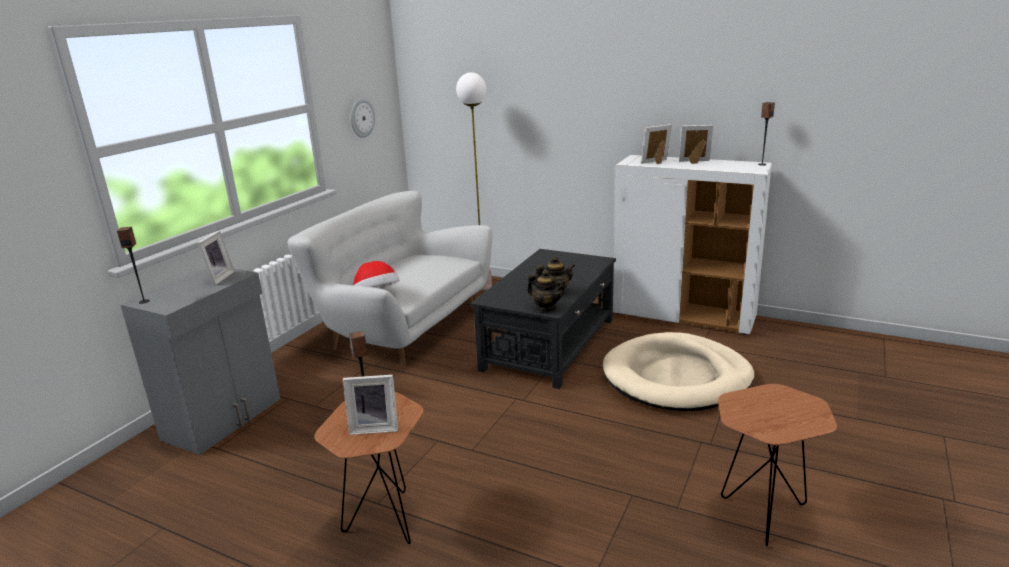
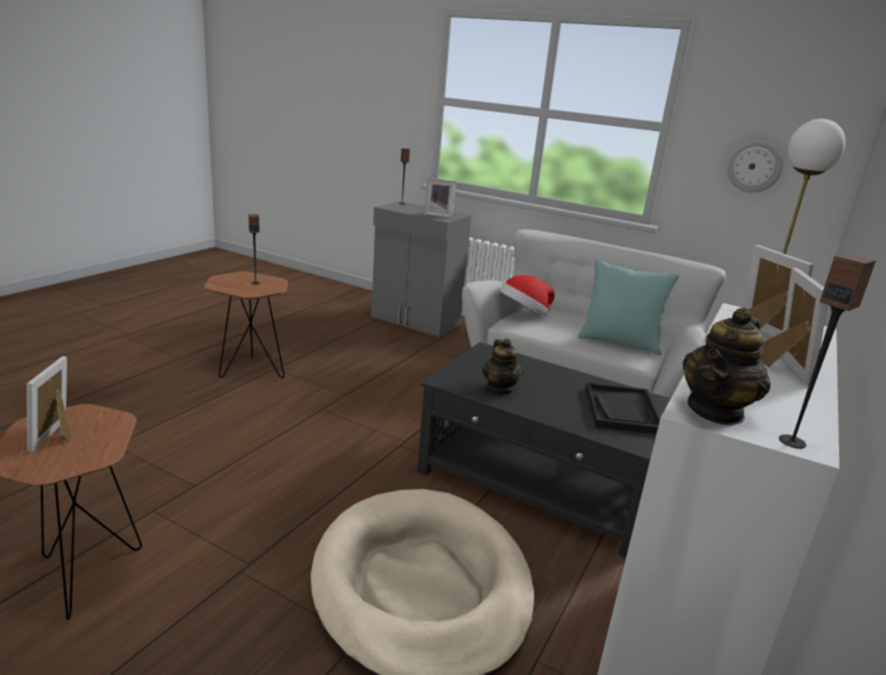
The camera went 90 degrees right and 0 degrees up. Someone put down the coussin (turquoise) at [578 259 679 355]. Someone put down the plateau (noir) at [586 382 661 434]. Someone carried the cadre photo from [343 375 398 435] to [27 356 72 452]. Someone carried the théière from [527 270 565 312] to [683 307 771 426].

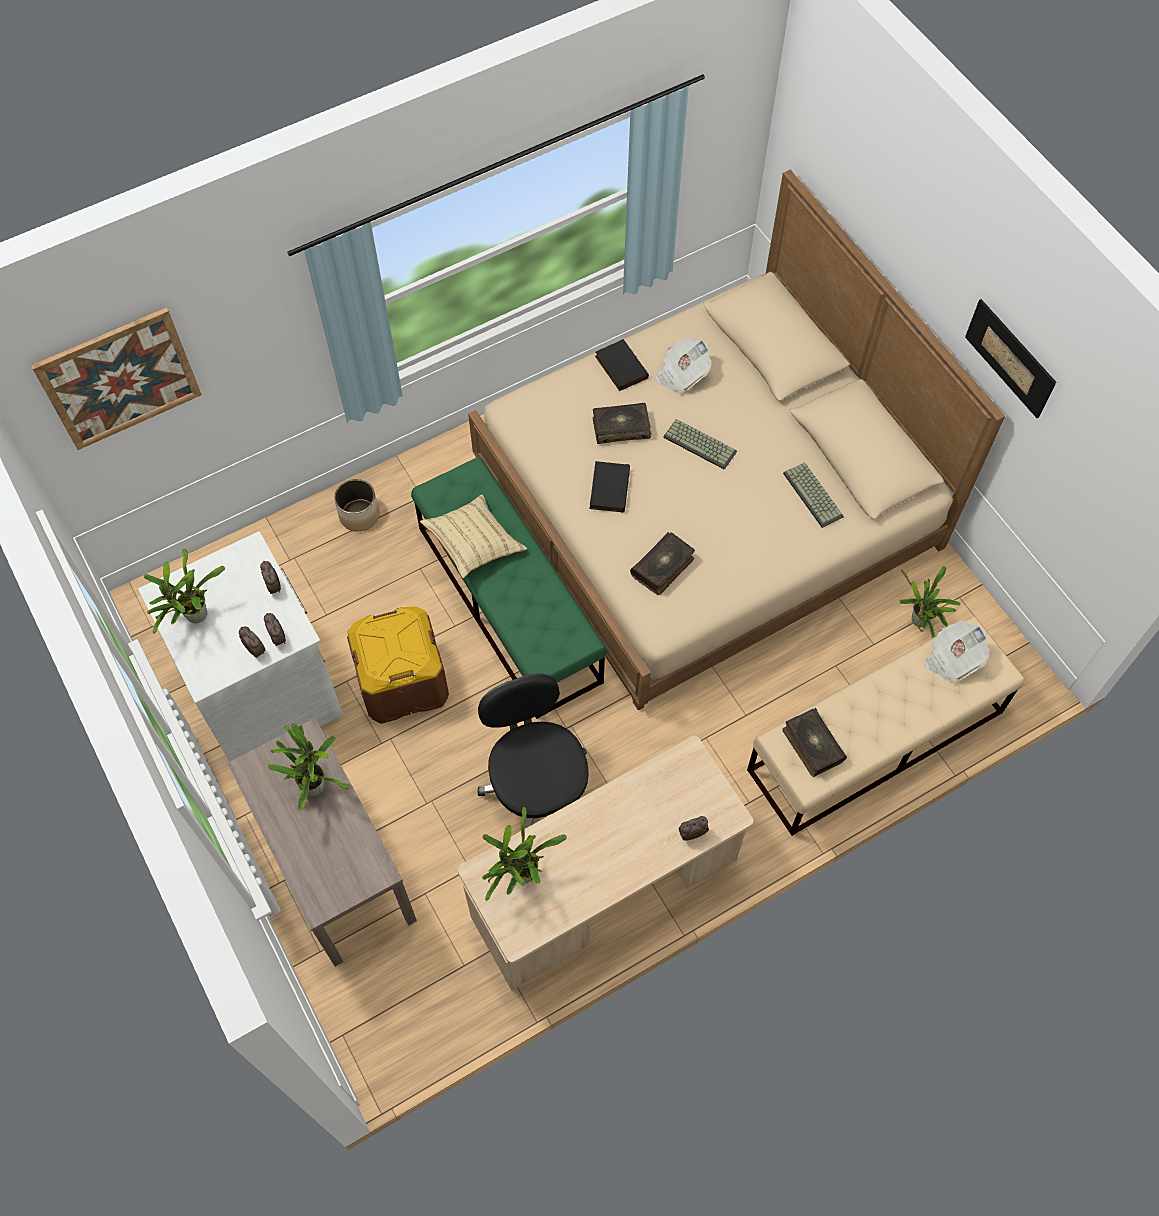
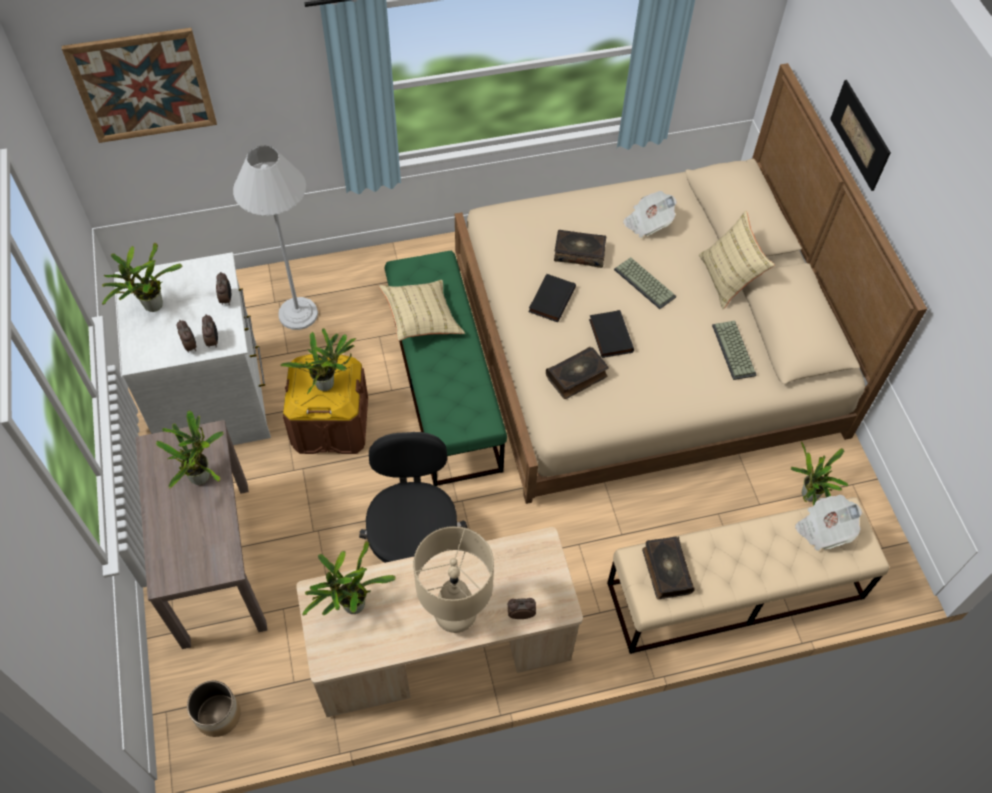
The camera went 15 degrees right and 5 degrees down. Someone put down the lampadaire (blanc) at [233 145 318 330]. Someone put down the plante en pot at [280 328 356 394]. Someone put down the lampe de table (beige) at [413 526 494 633]. Someone put down the coussin (beige) at [699 211 774 309]. Someone carried the cache-pot from [334 479 379 532] to [187 681 241 737]. Someone carried the livre (noir) from [595 339 649 391] to [589 310 634 358]. Someone carried the tableau from [965 299 1056 418] to [830 80 891 191].

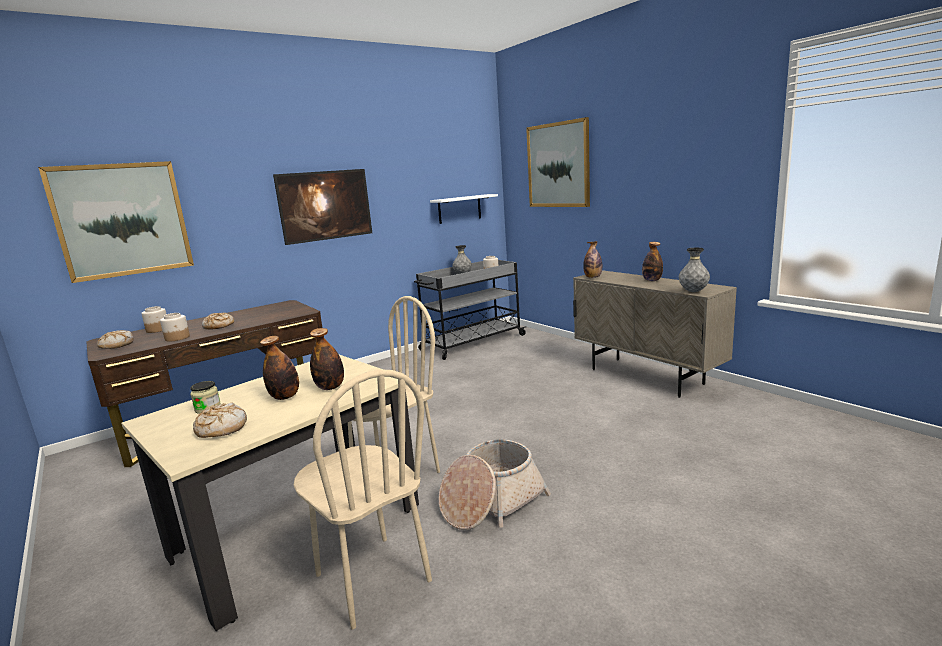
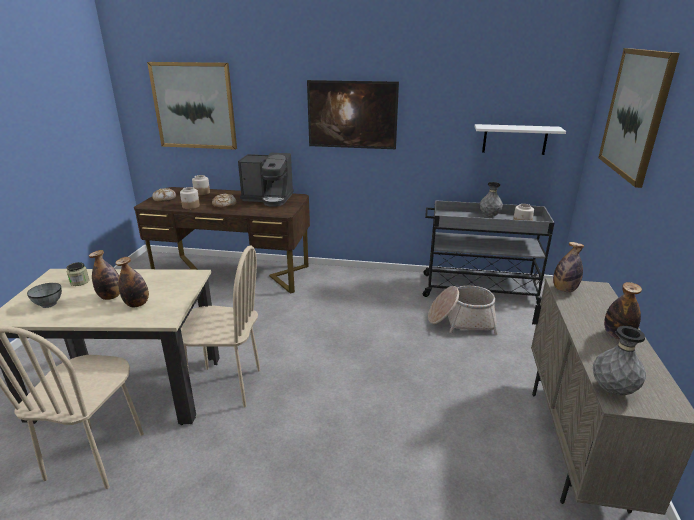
The camera went 45 degrees right and 10 degrees up. Someone put down the machine à café at [238 153 294 207]. Someone carried the panier from [438 439 551 530] to [428 286 498 335]. Someone swapped the pain at [193 402 247 438] for the bol (gris) at [27 283 62 308].

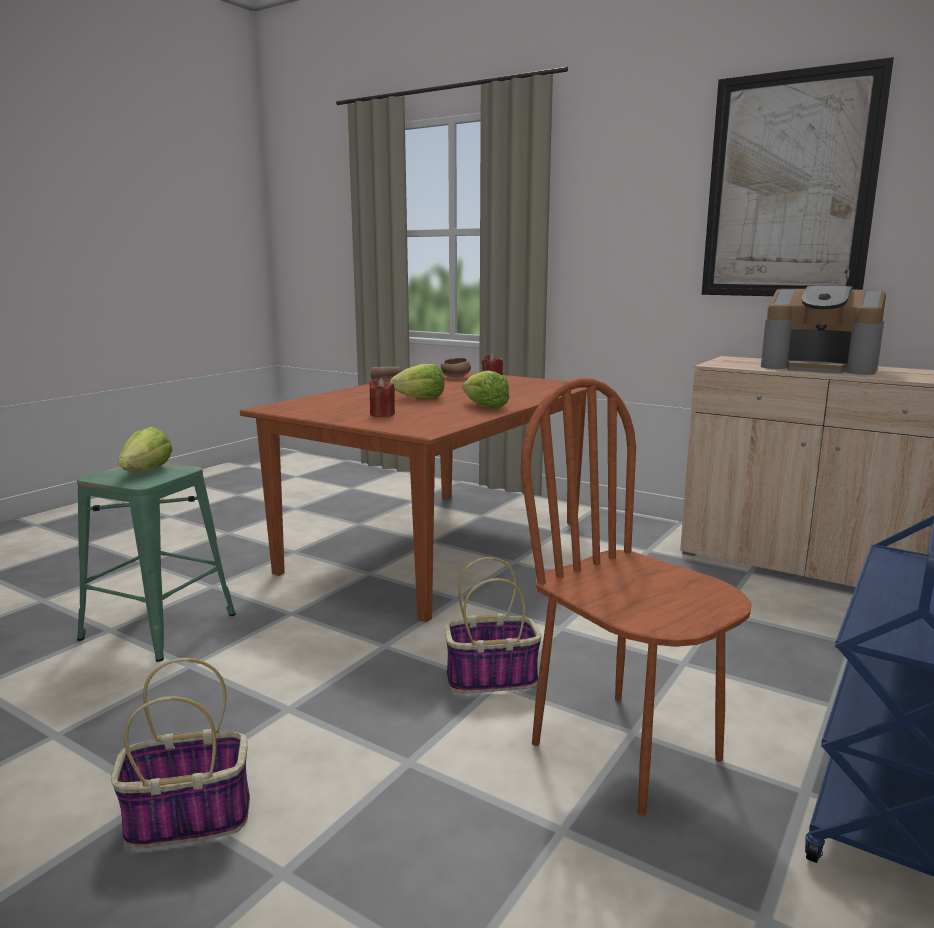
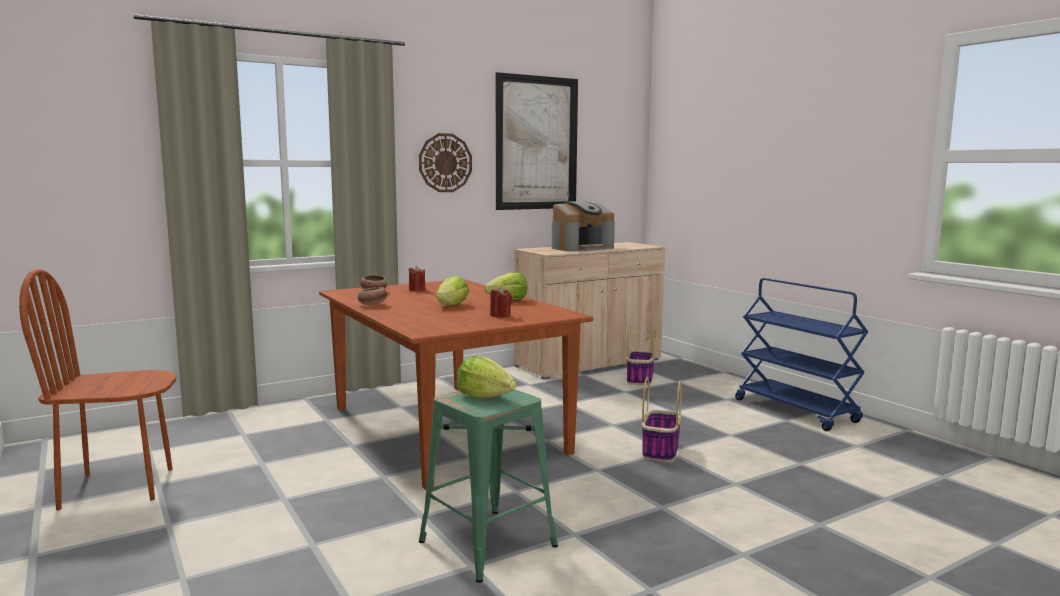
The camera went 65 degrees left and 5 degrees down. Someone put up the horloge murale at [419 133 472 192]. Someone carried the panier from [111 658 250 848] to [626 324 655 385]. Someone carried the chaise (marron) from [521 378 752 816] to [19 269 177 510].

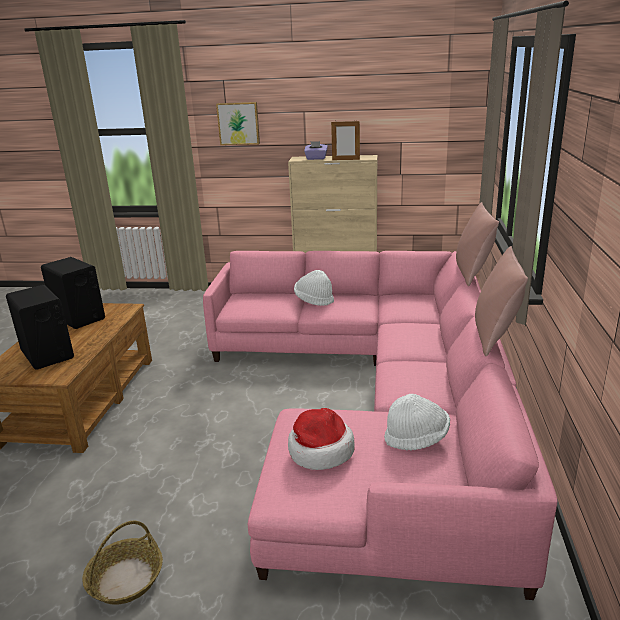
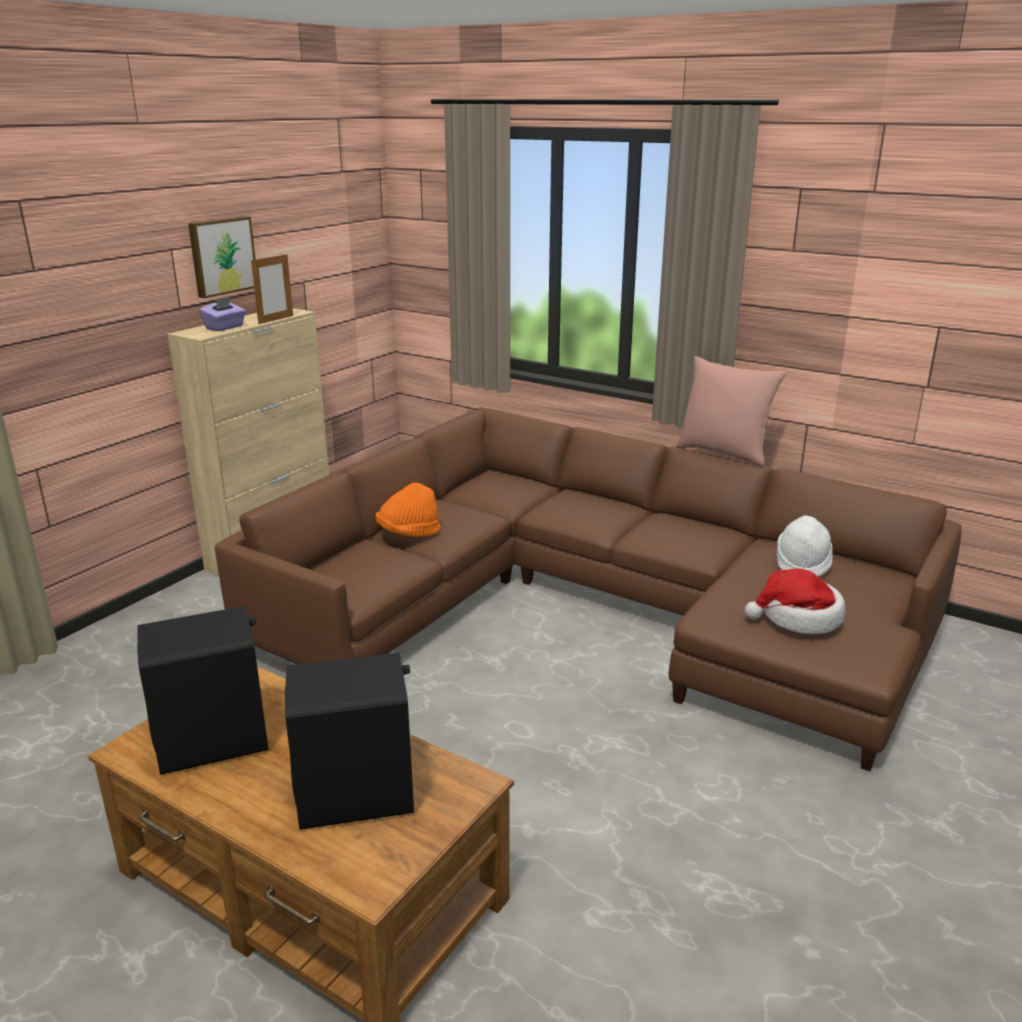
The camera went 65 degrees left and 0 degrees up. Someone took away the panier at [82 521 163 605]. Someone took away the coussin (rose) at [456 202 499 286]. Someone carried the tableau from [216 102 260 145] to [188 216 255 298]. Someone repainted the canapé (rose) at [203 251 558 600], which became the canapé (marron) at [215 407 962 771]. Someone repainted the chapeau (blanc) at [294 270 334 306], which became the chapeau (orange) at [376 483 441 537].

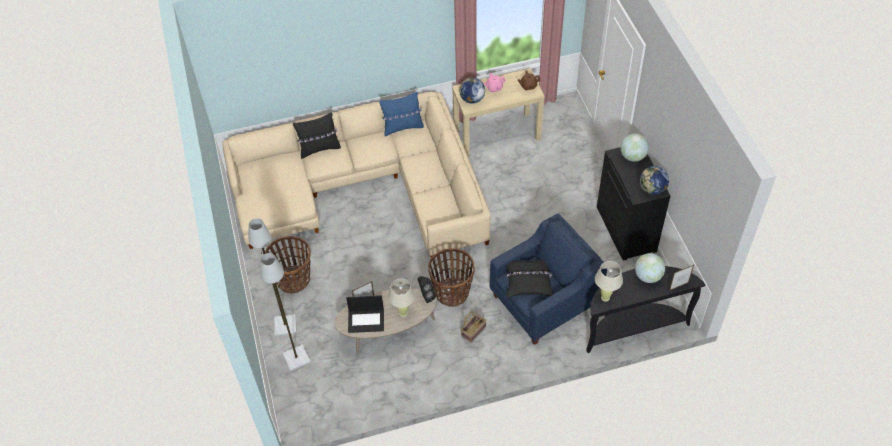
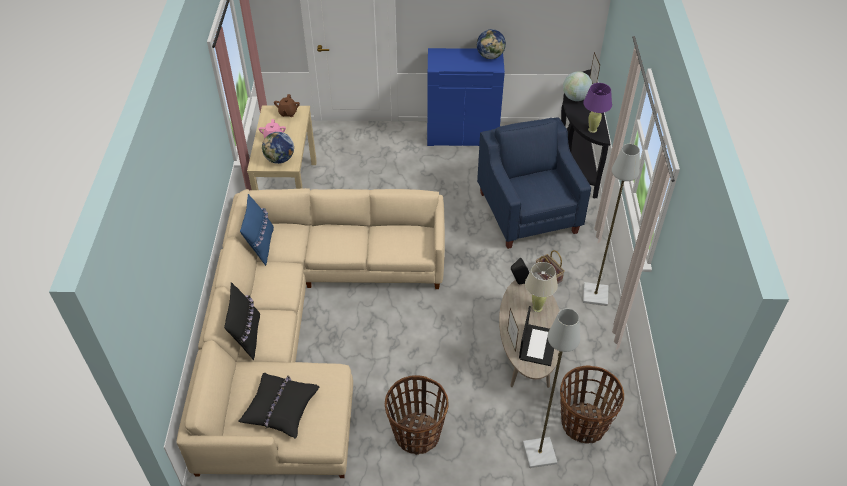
The camera went 75 degrees left and 5 degrees down. Someone took away the globe at [621 134 649 162]. Someone carried the lampadaire (gris) from [248 218 297 336] to [583 144 640 306]. Someone carried the panier from [428 248 475 307] to [560 366 624 443]. Someone carried the coussin (noir) from [506 259 553 297] to [239 373 320 439]. Someone repainted the lampe de table (beige) at [595 261 623 301], which became the lampe de table (violet) at [583 83 612 133]. Someone repainted the meuble de rangement (noir) at [597 147 670 261], which became the meuble de rangement (bleu) at [427 48 505 146].

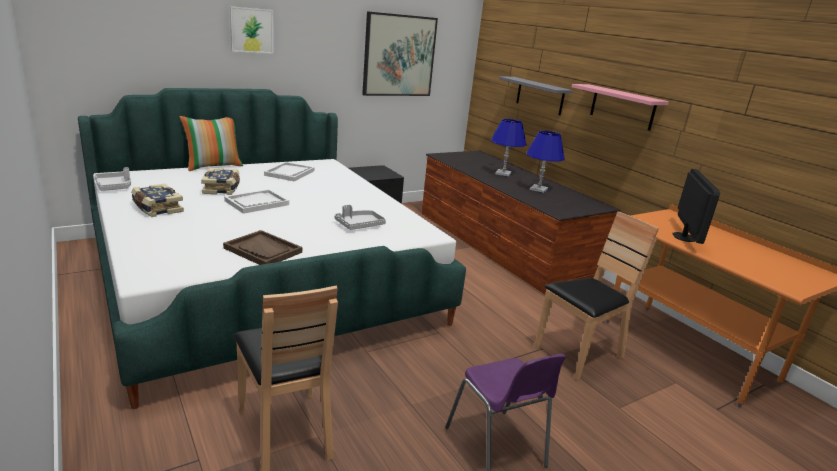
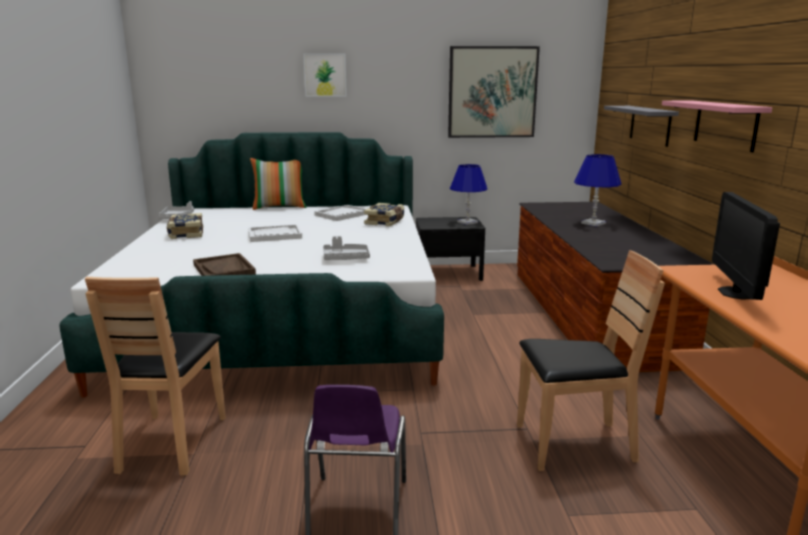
The camera went 30 degrees right and 5 degrees down. Someone carried the livre from [201 168 240 195] to [364 203 405 226]. Someone carried the lampe de table (bleu) from [526 131 565 193] to [450 164 487 225]. Someone rotated the écran d'ordinateur at [672 169 720 244] by 150 degrees clockwise.

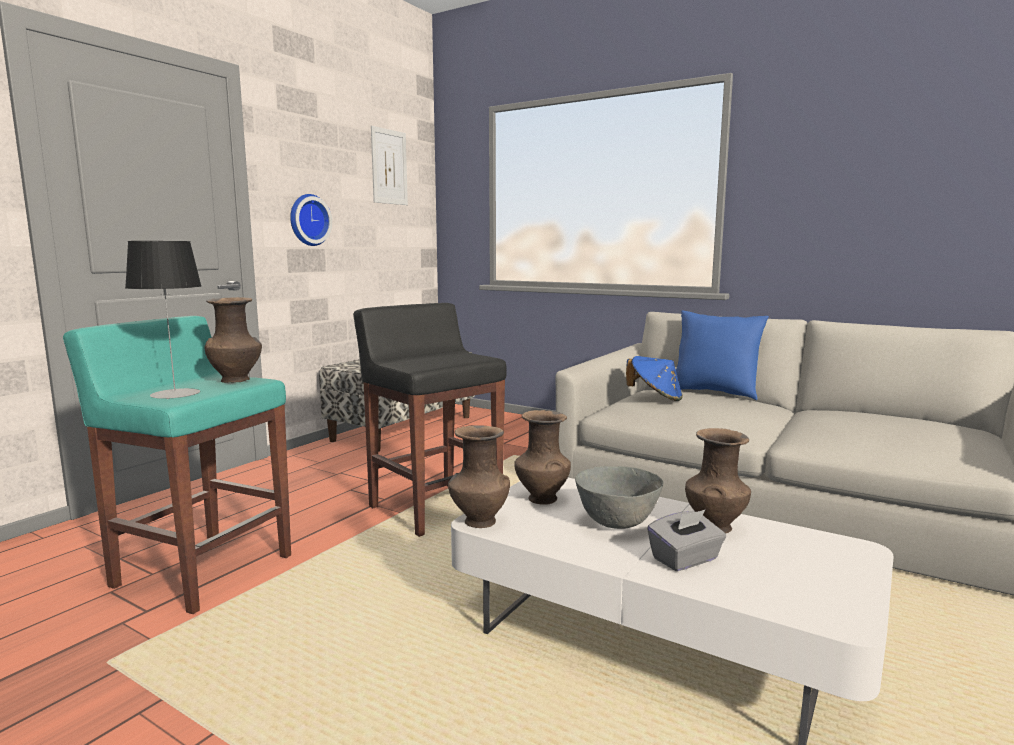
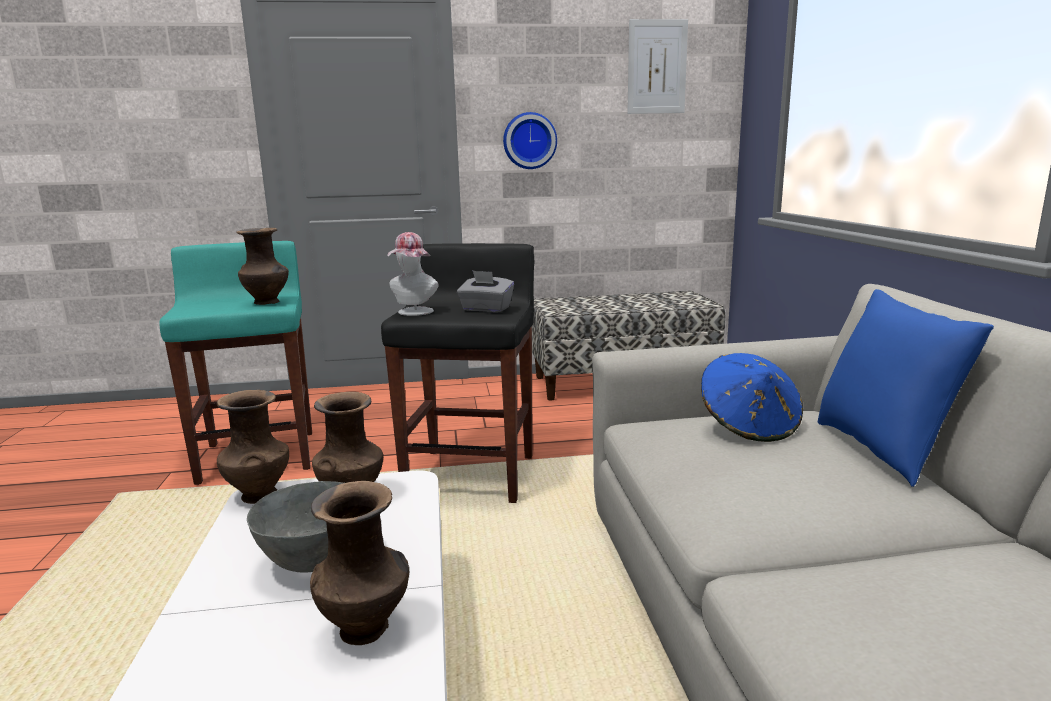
The camera went 50 degrees right and 5 degrees up. Someone took away the lampe de table at [125 241 202 399]. Someone put down the chapeau at [387 232 439 316]. Someone carried the boîte à mouchoirs (gris) from [647 510 726 571] to [457 270 514 312].

